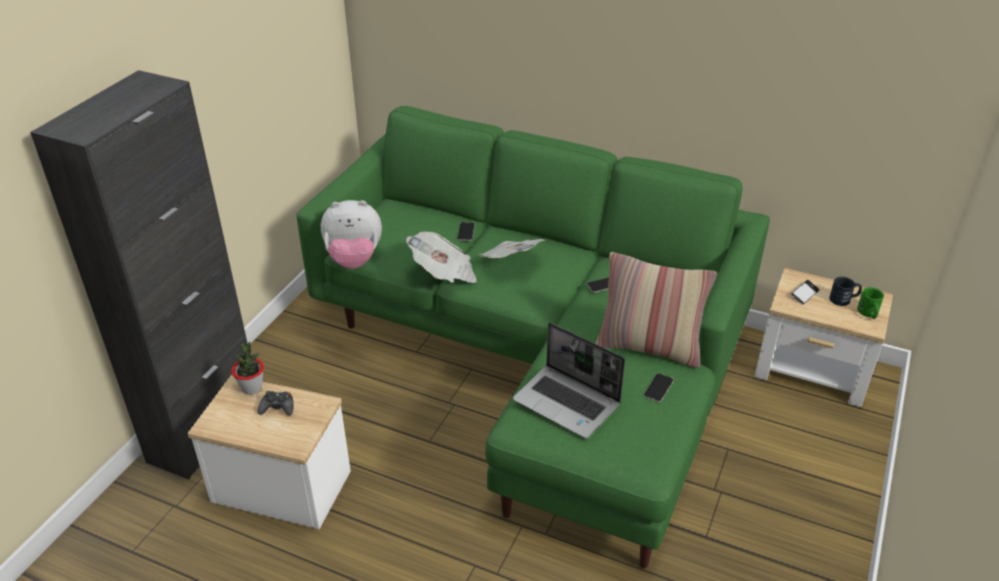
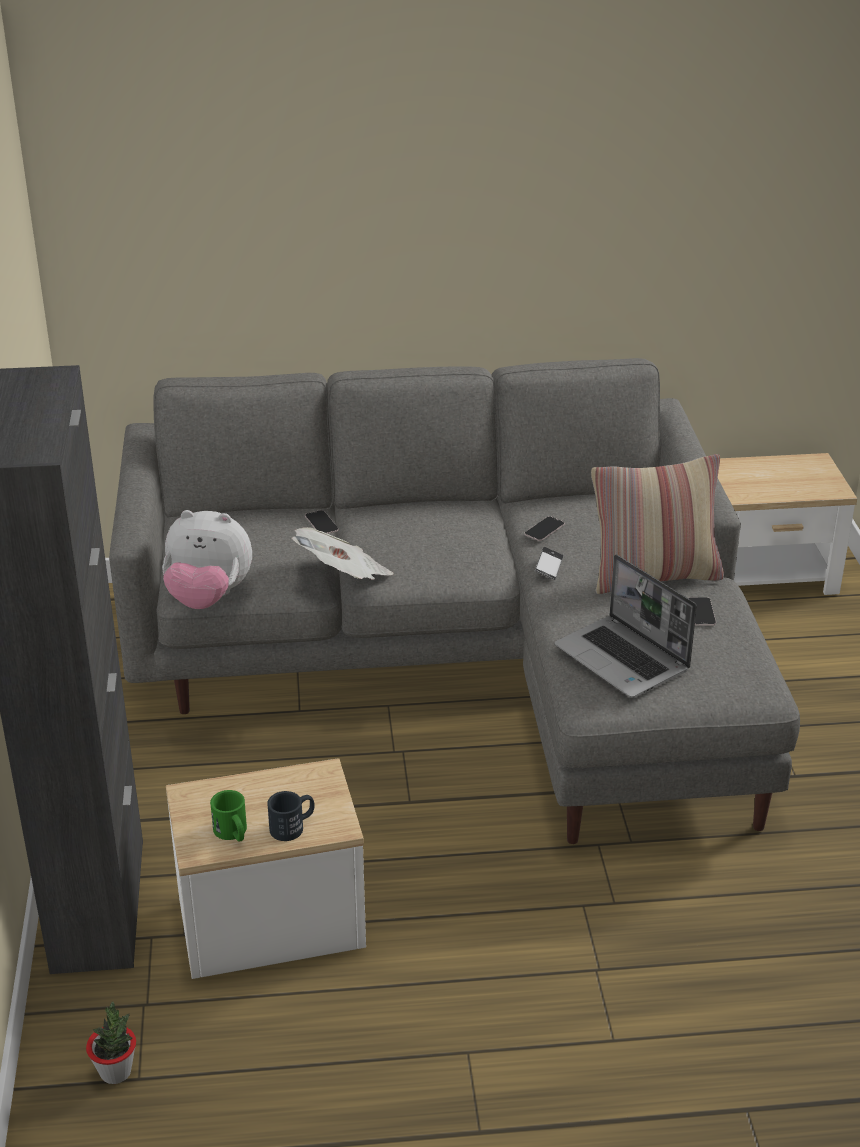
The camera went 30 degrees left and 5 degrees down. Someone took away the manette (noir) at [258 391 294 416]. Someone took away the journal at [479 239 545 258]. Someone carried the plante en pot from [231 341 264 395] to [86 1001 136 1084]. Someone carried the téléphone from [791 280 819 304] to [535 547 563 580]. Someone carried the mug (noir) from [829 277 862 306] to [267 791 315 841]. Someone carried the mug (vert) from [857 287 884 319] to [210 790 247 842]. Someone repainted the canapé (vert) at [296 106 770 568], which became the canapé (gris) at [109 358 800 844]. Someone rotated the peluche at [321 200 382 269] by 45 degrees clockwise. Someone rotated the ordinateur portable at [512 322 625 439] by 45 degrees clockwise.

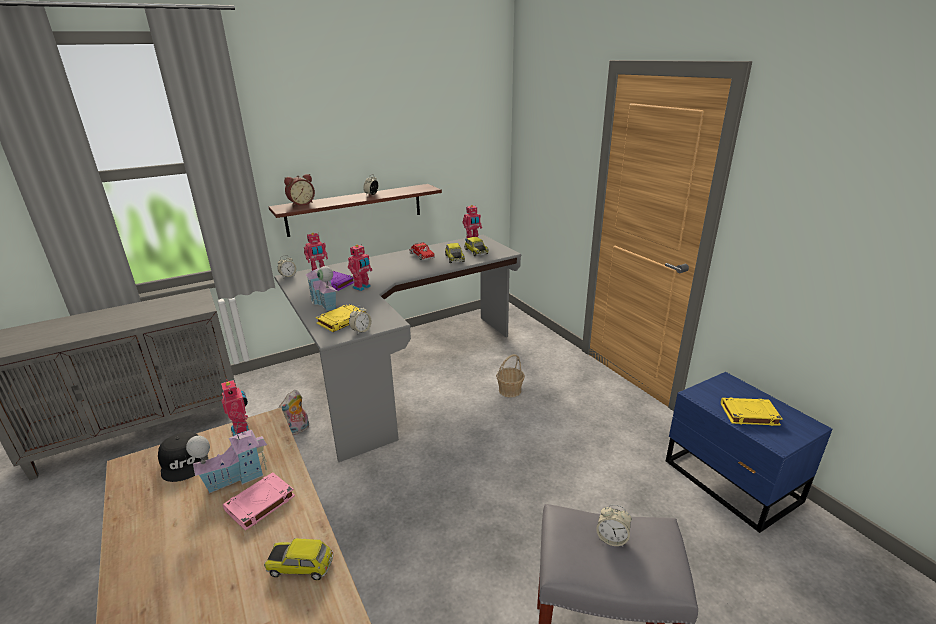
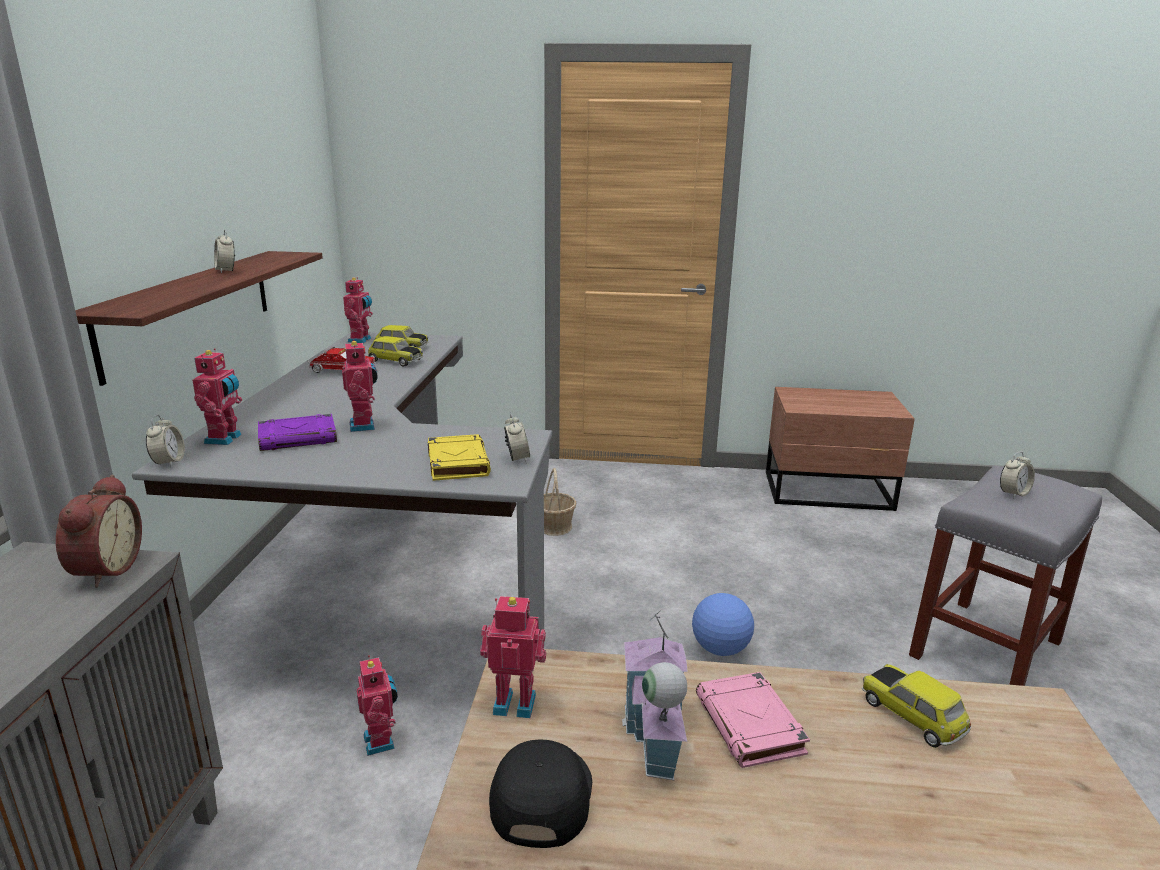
The camera went 55 degrees left and 5 degrees down. Someone took away the maison miniature at [305 258 337 311]. Someone took away the livre (jaune) at [721 398 783 426]. Someone put down the ballon de foot at [692 593 754 656]. Someone carried the réveil from [284 174 315 206] to [56 475 142 588]. Someone swapped the peluche at [279 390 309 435] for the robot jouet at [357 655 398 756]. Someone repainted the table de chevet (bleu) at [666 372 833 533], which became the table de chevet (marron) at [766 387 915 511]. Someone rotated the casquette (noir) at [158 432 208 482] by 90 degrees counterclockwise. Someone rotated the petite voiture at [264 538 333 580] by 105 degrees clockwise.

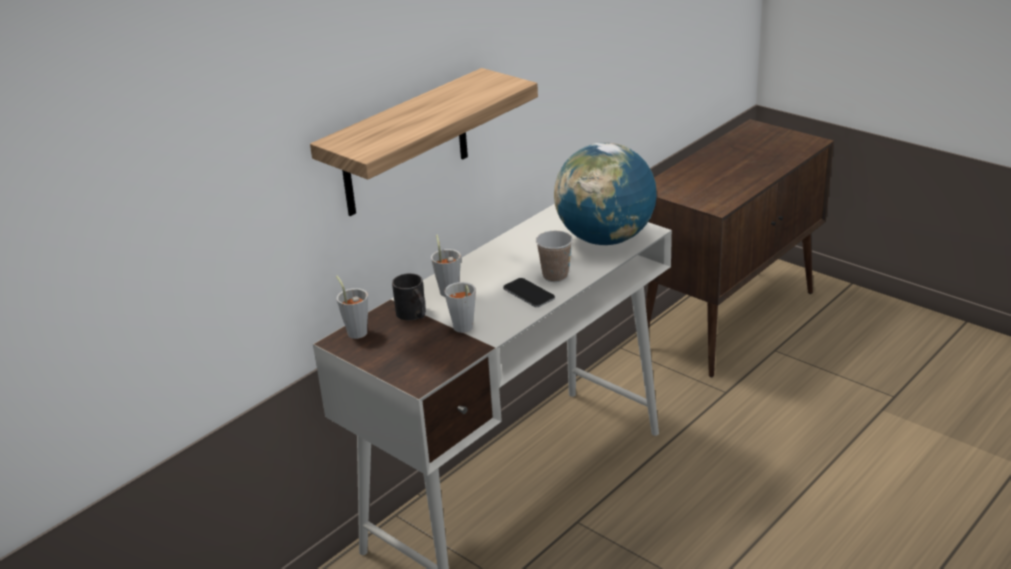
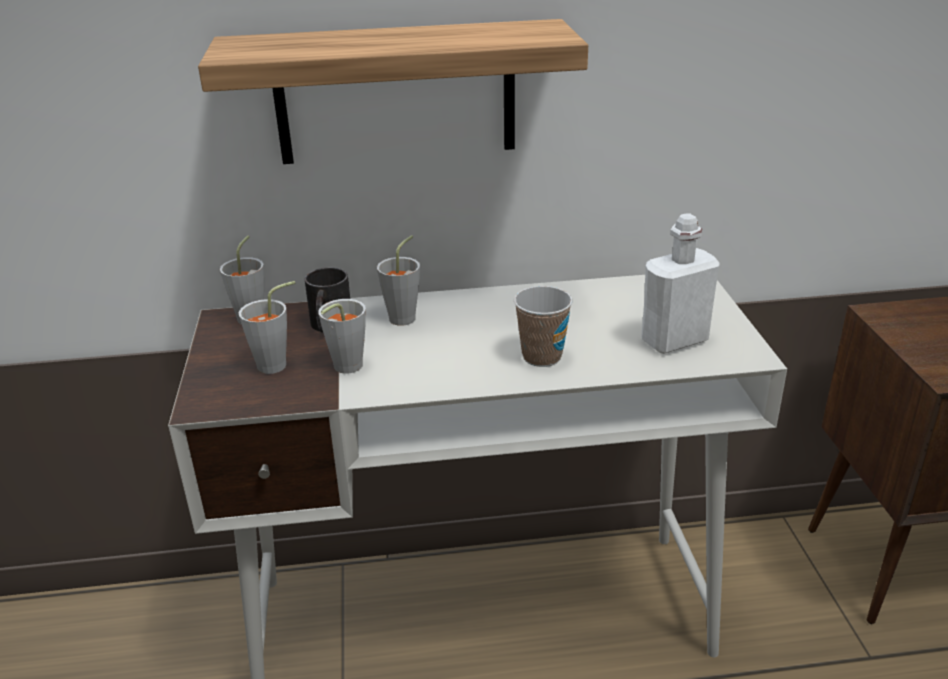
The camera went 40 degrees right and 0 degrees up. Someone took away the téléphone at [503 278 555 307]. Someone put down the tasse (gris) at [239 281 295 374]. Someone swapped the globe at [554 143 657 245] for the bouteille (blanc) at [642 214 720 354].

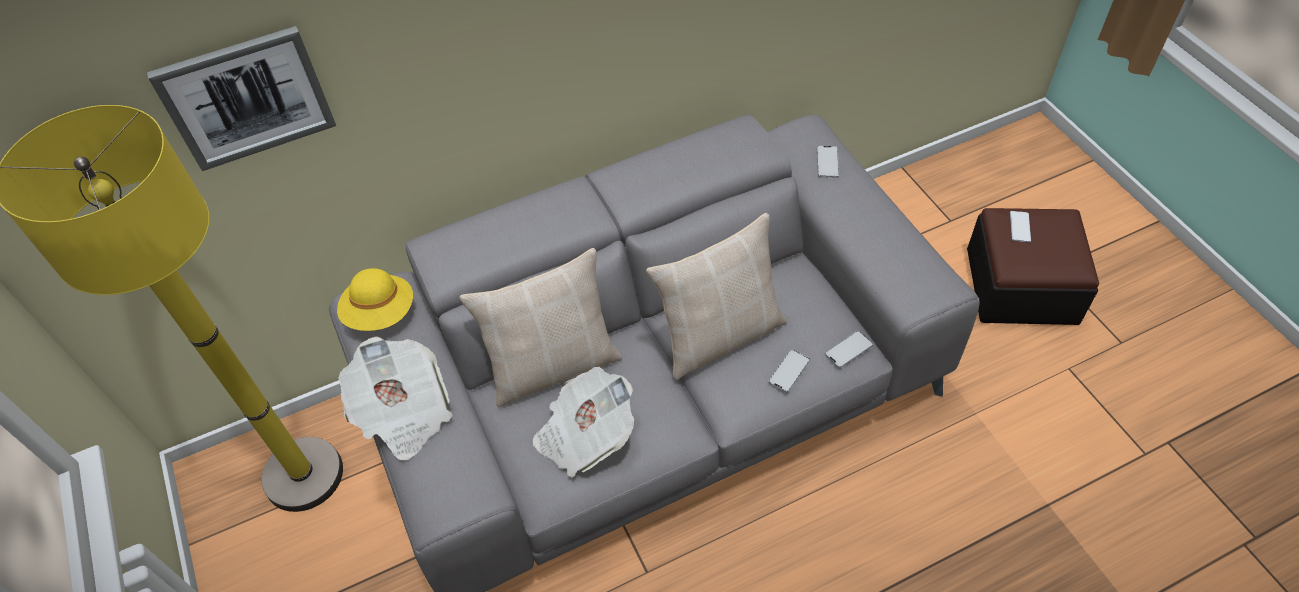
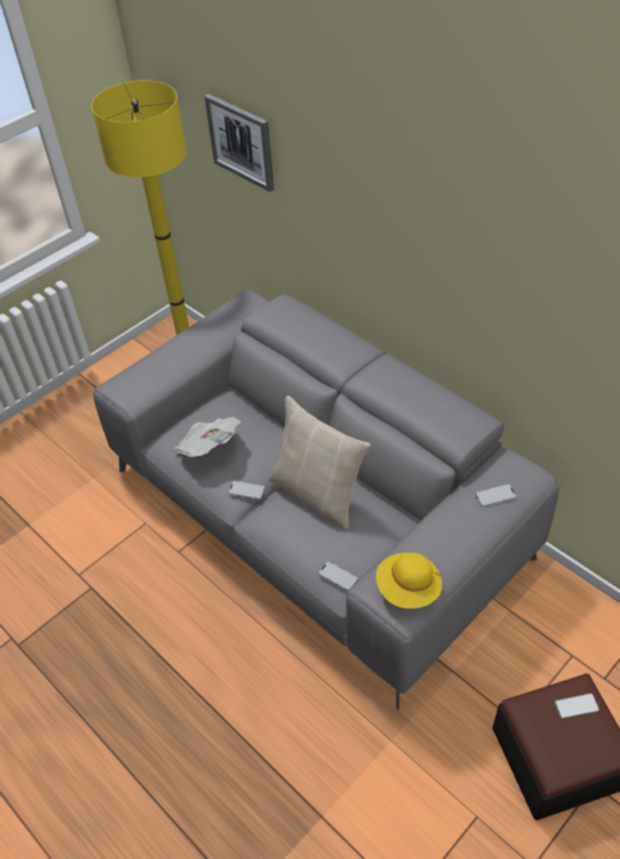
The camera went 70 degrees right and 5 degrees down. Someone took away the journal at [338 336 452 460]. Someone took away the coussin (beige) at [460 248 622 407]. Someone carried the chapeau (jaune) from [337 268 413 331] to [376 553 442 609]. Someone carried the téléphone from [769 350 810 393] to [228 480 265 500].

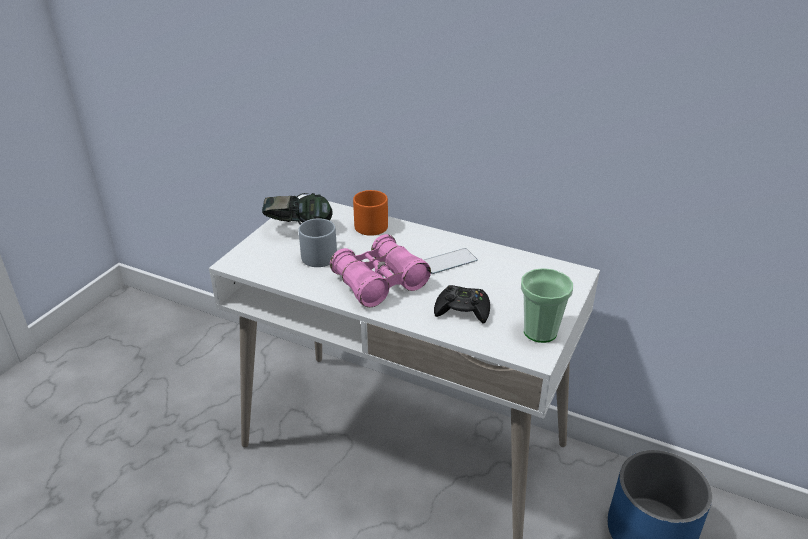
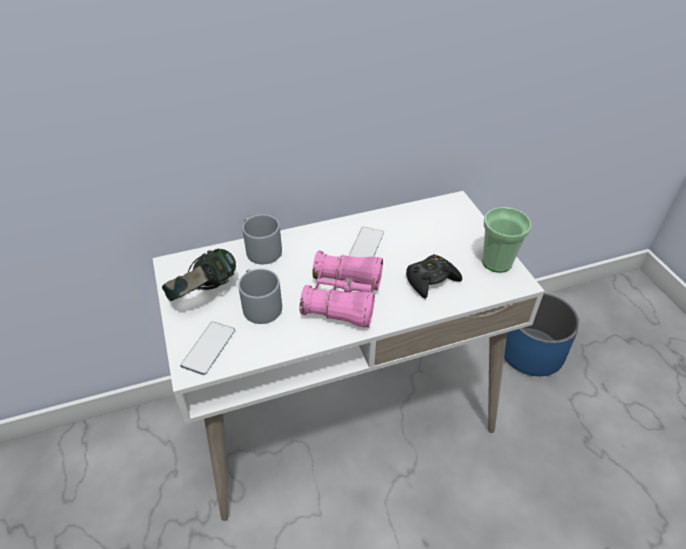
The camera went 45 degrees left and 10 degrees up. Someone put down the téléphone at [180 322 235 375]. Someone repainted the mug (orange) at [353 190 388 236], which became the mug (gris) at [242 214 282 264].

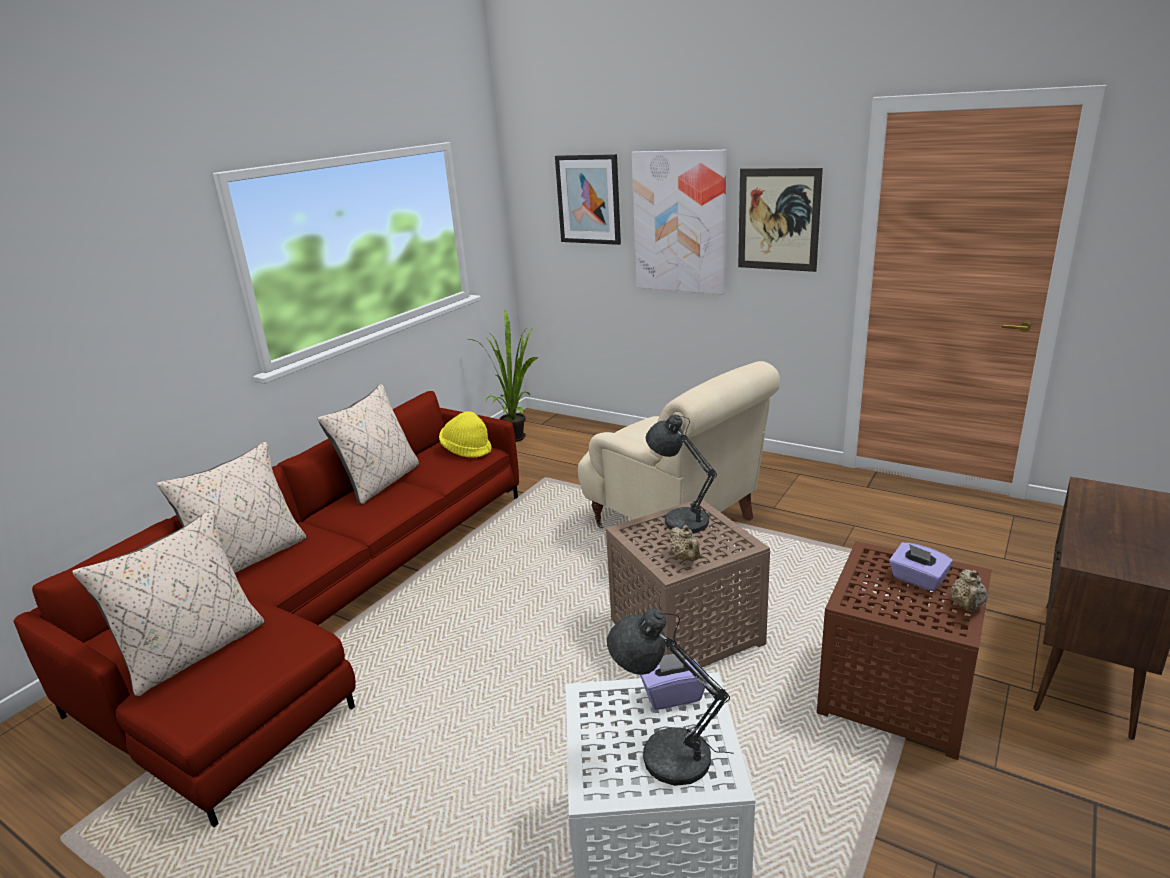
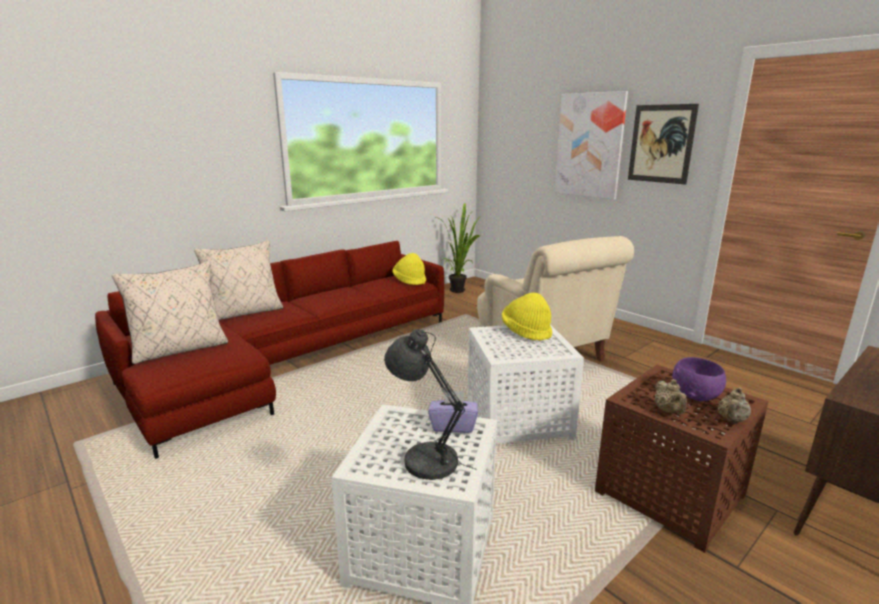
The camera went 15 degrees right and 5 degrees down. Someone took away the coussin (beige) at [318 384 419 505]. Someone took away the tableau at [555 154 621 245]. Someone carried the théière (beige) from [669 525 700 561] to [655 379 687 414]. Someone swapped the lampe de table (gris) at [646 414 725 533] for the chapeau (jaune) at [502 293 552 341]. Someone swapped the boîte à mouchoirs (violet) at [889 542 953 591] for the bol (violet) at [672 357 726 401]. Someone repainted the table d'appoint (marron) at [606 498 770 668], which became the table d'appoint (blanc) at [468 324 584 444].

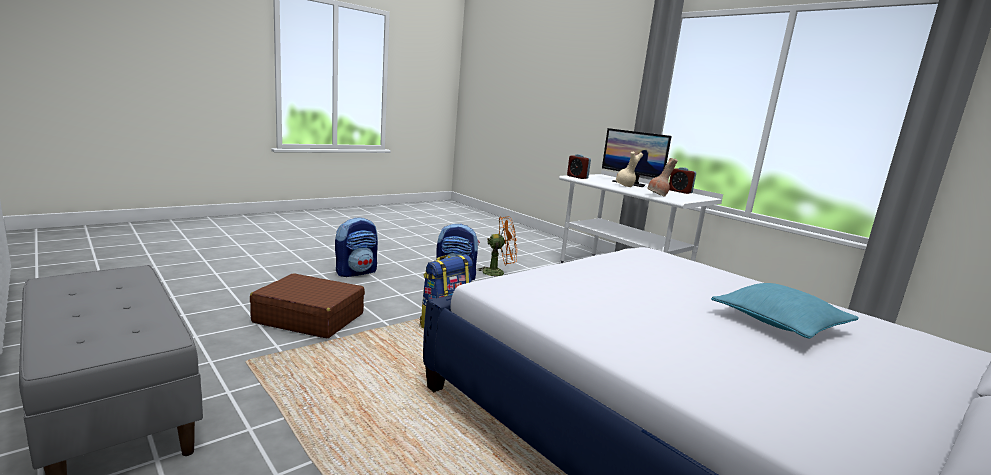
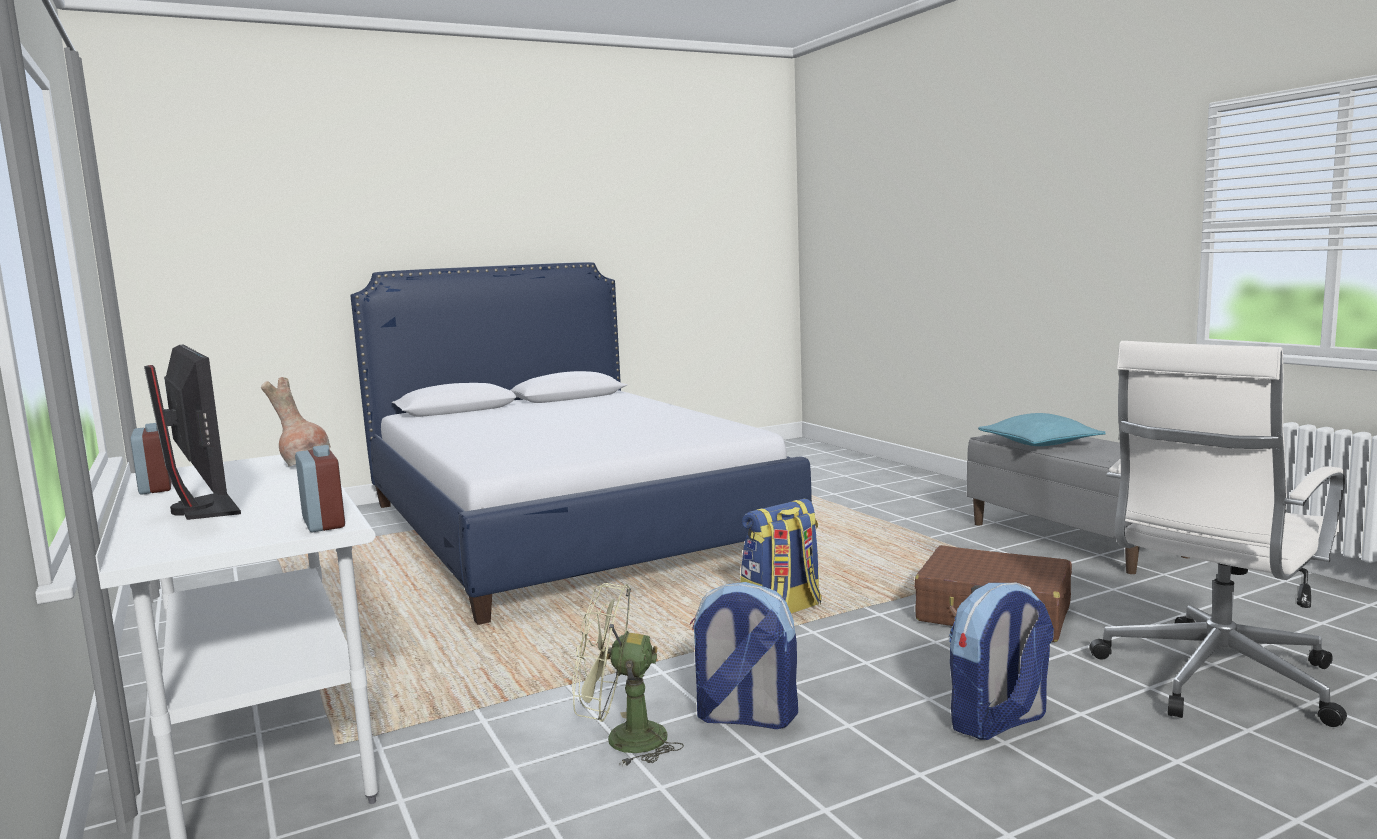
The camera went 165 degrees left and 5 degrees down. Someone took away the vase (beige) at [616 151 643 187]. Someone put down the chaise de bureau (blanc) at [1089 341 1347 727]. Someone carried the coussin (turquoise) from [711 283 859 338] to [978 413 1106 446]. Someone repainted the ventilateur (orange) at [476 216 517 276], which became the ventilateur (vert) at [572 583 684 767].

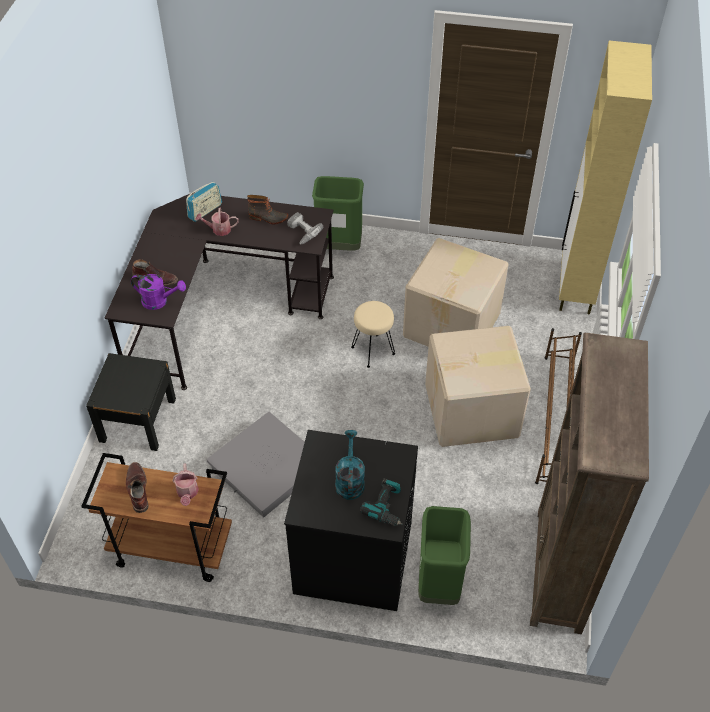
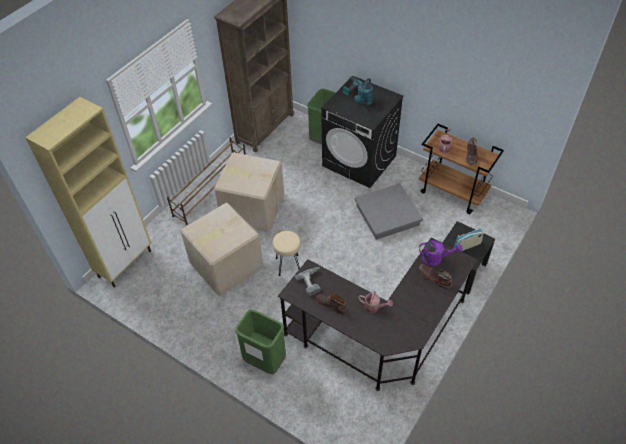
The camera went 155 degrees left and 0 degrees up. Someone carried the radio from [186 182 222 222] to [454 228 484 251]. Someone rotated the arrosoir (violet) at [131 274 186 310] by 150 degrees clockwise.

